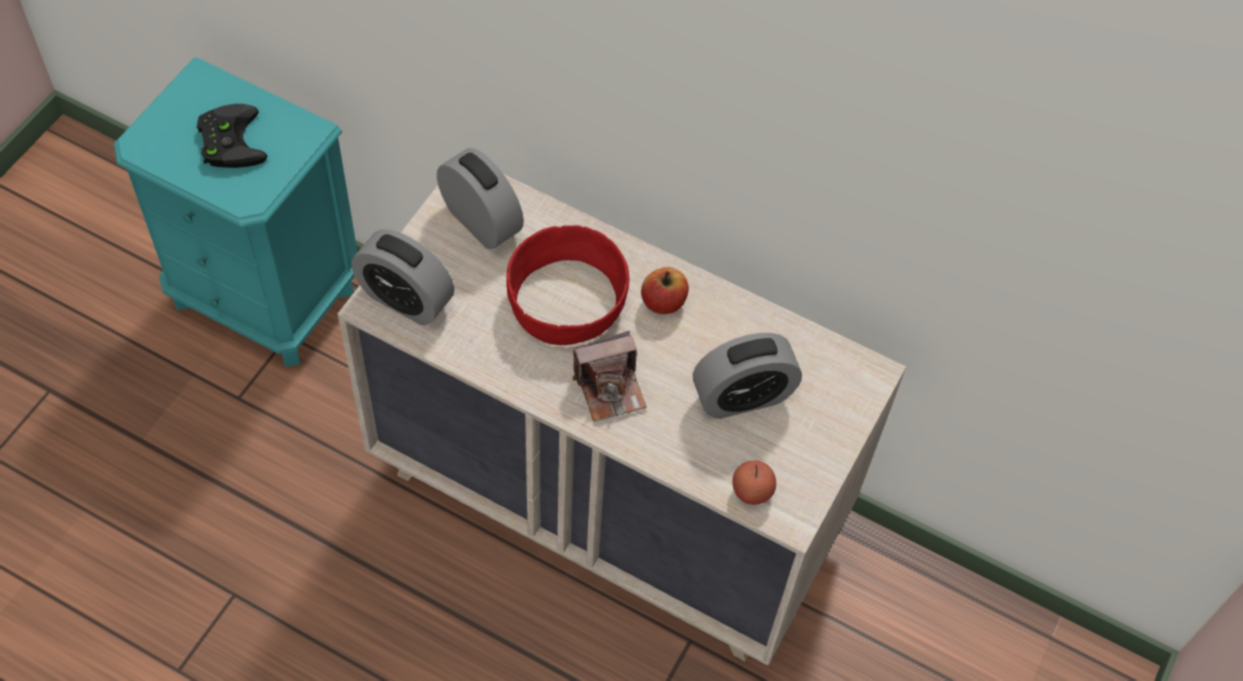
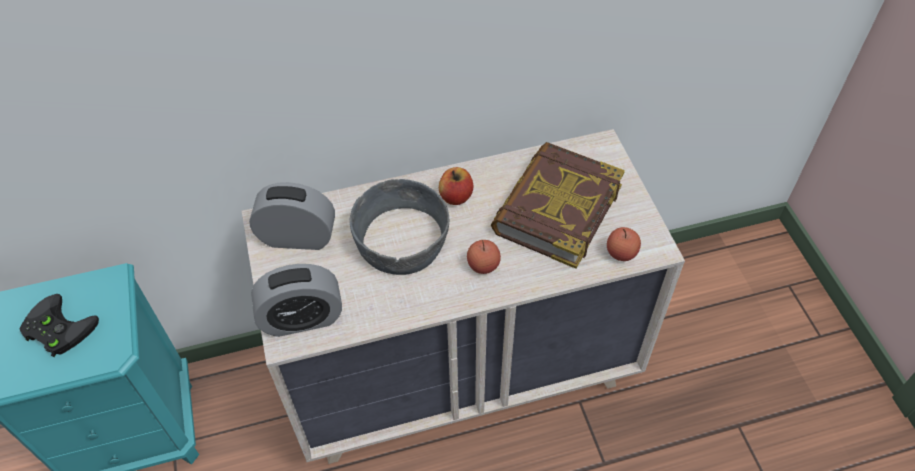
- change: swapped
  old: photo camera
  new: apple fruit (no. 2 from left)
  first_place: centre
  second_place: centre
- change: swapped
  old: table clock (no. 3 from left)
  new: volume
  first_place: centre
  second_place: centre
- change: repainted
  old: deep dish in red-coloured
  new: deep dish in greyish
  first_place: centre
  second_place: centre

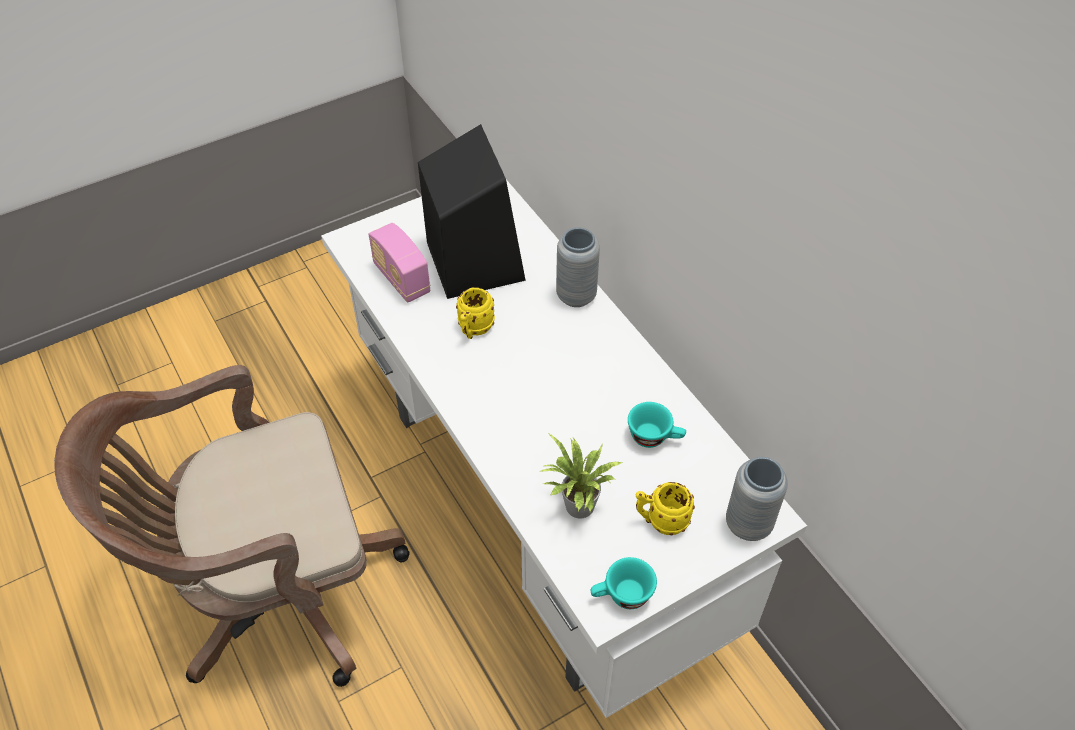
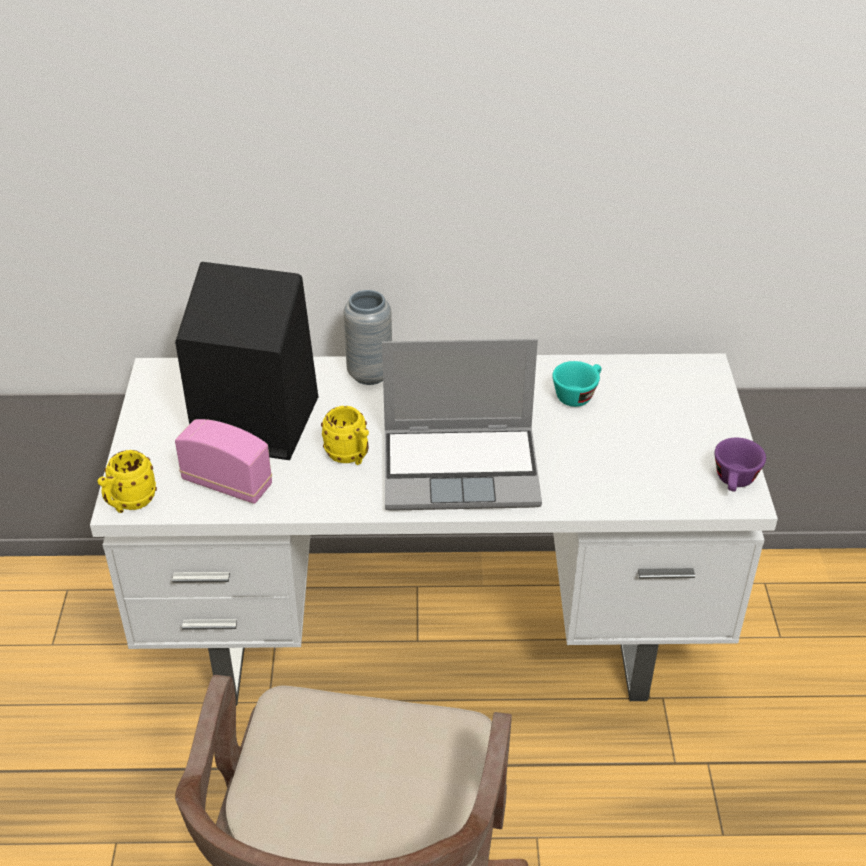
- change: gone
  old: plant in a pot
  first_place: centre
- change: gone
  old: flower vase in greyish (no. 2 from left)
  first_place: bottom right
- change: new
  new: laptop
  second_place: centre
- change: shifted
  old: coffee mug in yellowish (no. 2 from left in the first image)
  new: coffee mug in yellowish (no. 1 from left)
  first_place: bottom centre
  second_place: middle left
- change: repainted
  old: cup in blue-green (no. 1 from left)
  new: cup in purplish
  first_place: bottom centre
  second_place: middle right
- change: rotated
  old: radio receiver
  first_place: centre
  second_place: middle left
  degrees: -150

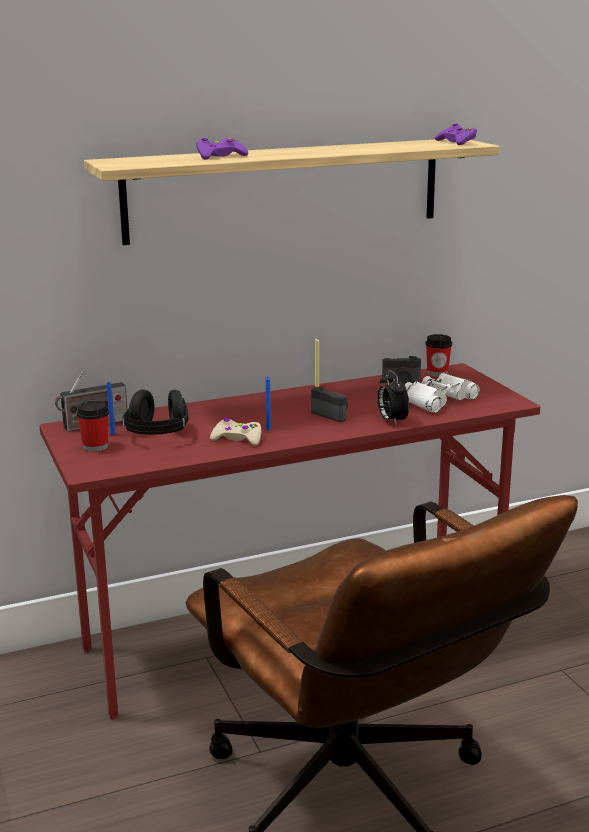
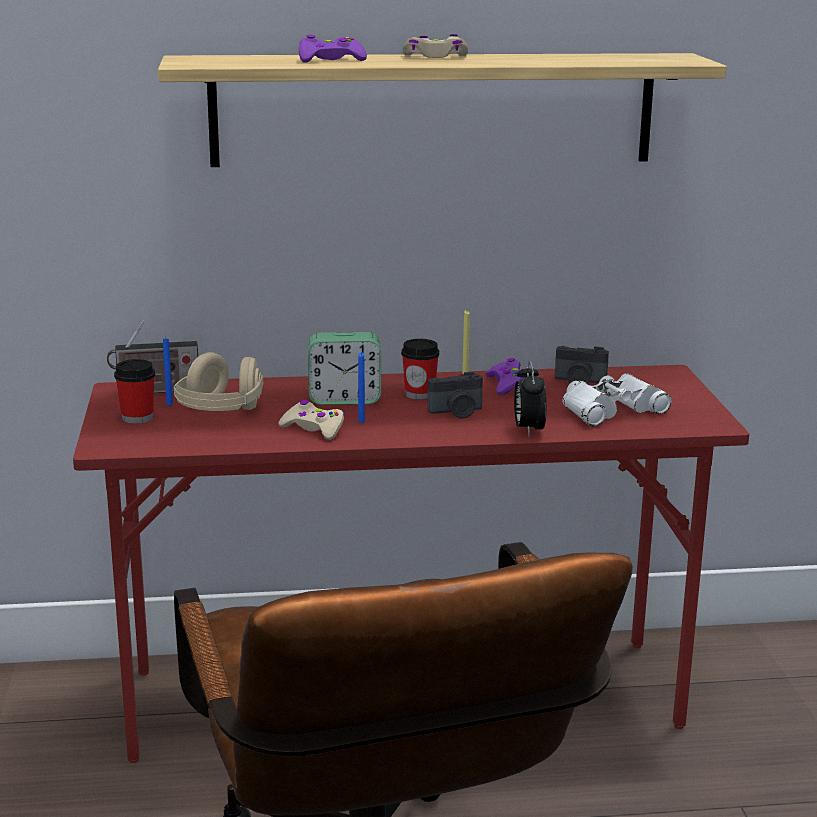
- change: new
  new: table clock (no. 1 from left)
  second_place: centre
- change: new
  new: gamepad in sand-coloured (no. 2 from left)
  second_place: top centre
- change: shifted
  old: cup (no. 2 from left)
  first_place: middle right
  second_place: centre
- change: shifted
  old: gamepad in purplish (no. 2 from left)
  first_place: top right
  second_place: centre
- change: repainted
  old: pair of headphones in black
  new: pair of headphones in sand-coloured
  first_place: middle left
  second_place: middle left
- change: rotated
  old: photo camera (no. 1 from left)
  first_place: centre
  second_place: centre
  degrees: 105

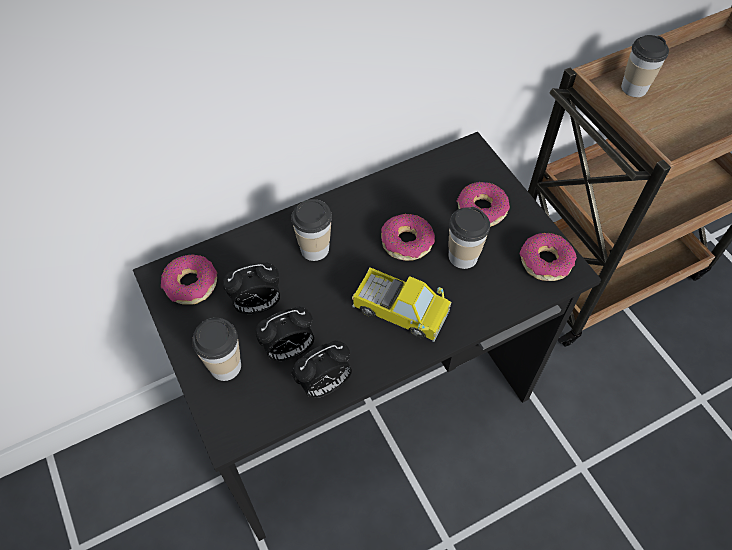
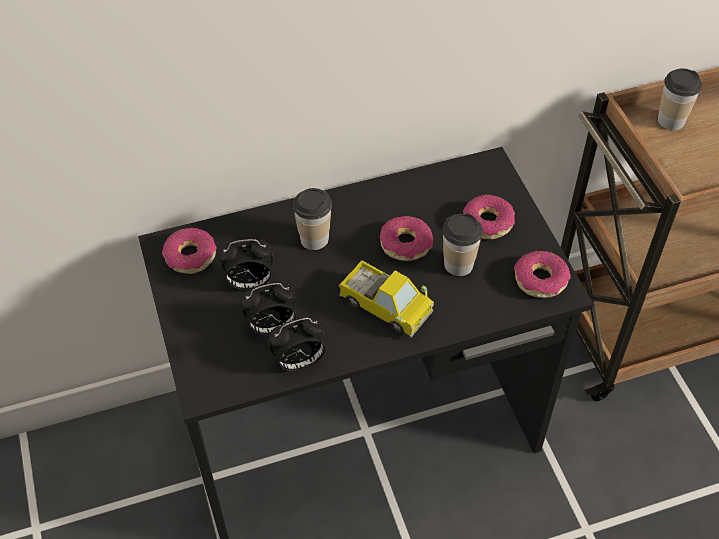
- change: gone
  old: cup (no. 1 from left)
  first_place: middle left

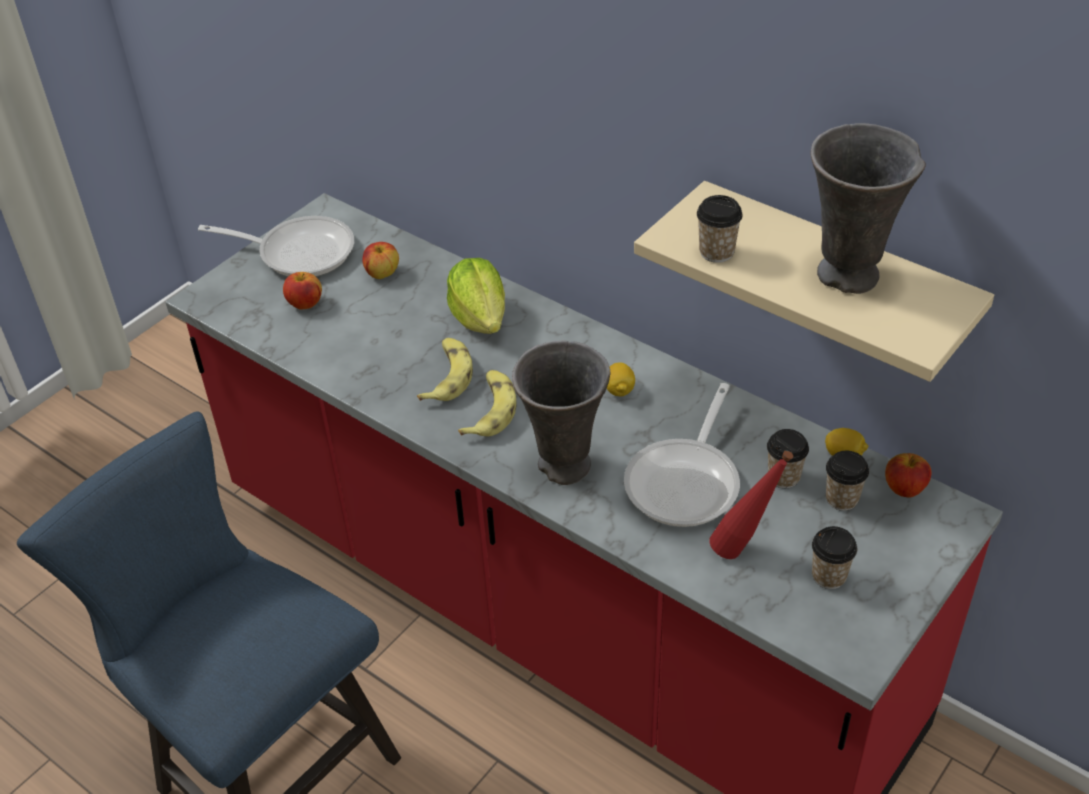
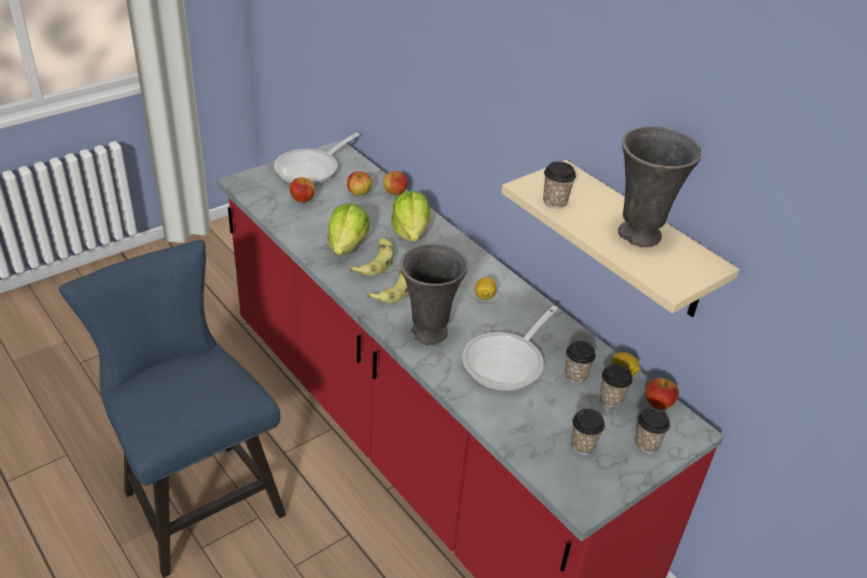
- change: gone
  old: bottle in red-coloured
  first_place: middle right
- change: new
  new: head of lettuce (no. 1 from left)
  second_place: centre
- change: new
  new: apple fruit (no. 3 from left)
  second_place: top centre
- change: new
  new: cup (no. 5 from left)
  second_place: bottom right
- change: rotated
  old: pan (no. 1 from left)
  first_place: top left
  second_place: top centre
  degrees: 105

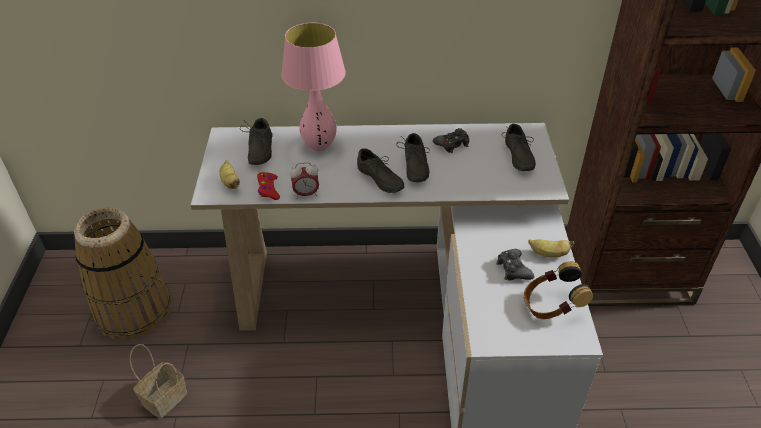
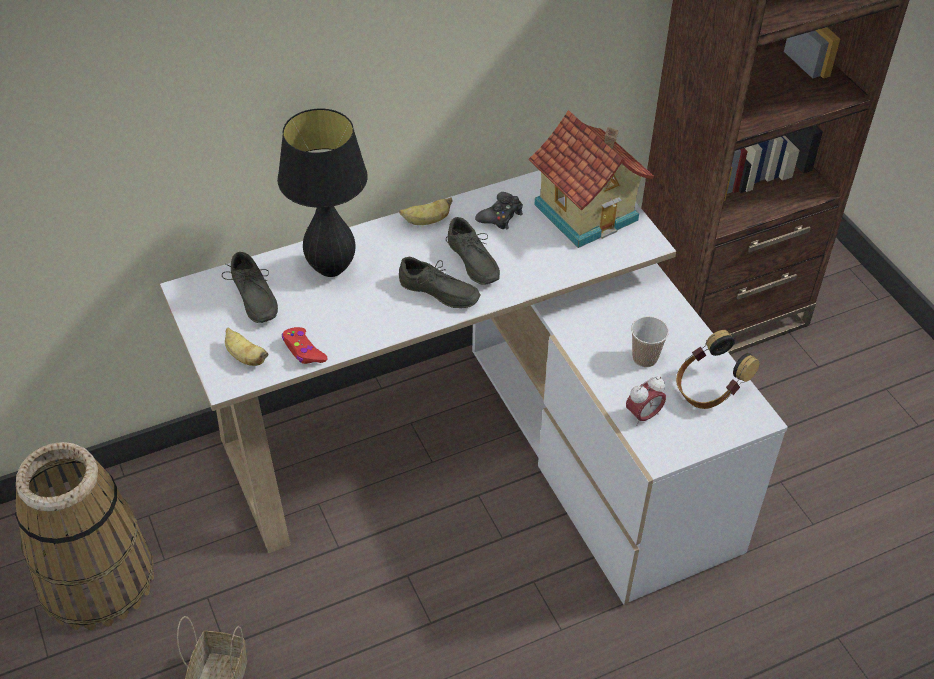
- change: shifted
  old: table clock
  first_place: centre
  second_place: middle right
- change: shifted
  old: banana fruit (no. 2 from left)
  first_place: middle right
  second_place: top centre
- change: swapped
  old: gamepad in black (no. 2 from left)
  new: cup
  first_place: middle right
  second_place: middle right
- change: swapped
  old: item of footwear in greyish (no. 4 from left)
  new: model house
  first_place: middle right
  second_place: top centre
- change: repainted
  old: table lamp in pinkish
  new: table lamp in black
  first_place: top centre
  second_place: top centre

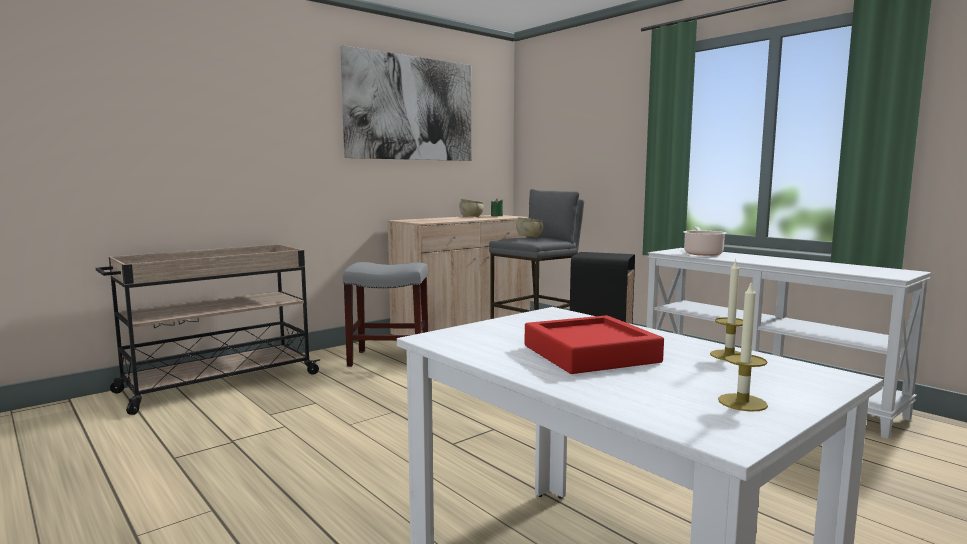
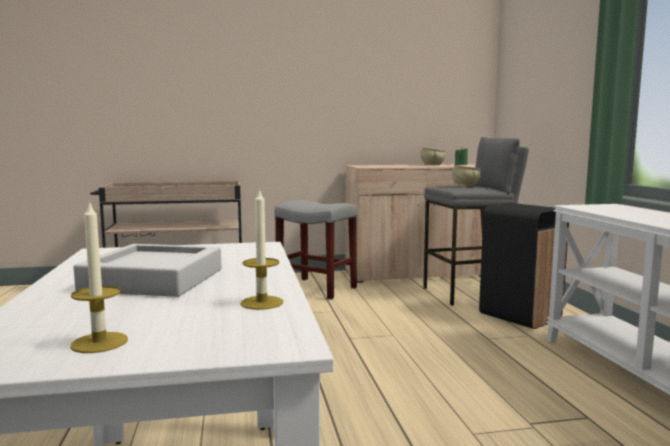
- change: gone
  old: wall art
  first_place: top centre
- change: gone
  old: saucepot
  first_place: middle right
- change: repainted
  old: tray in red-coloured
  new: tray in greyish
  first_place: centre
  second_place: middle left

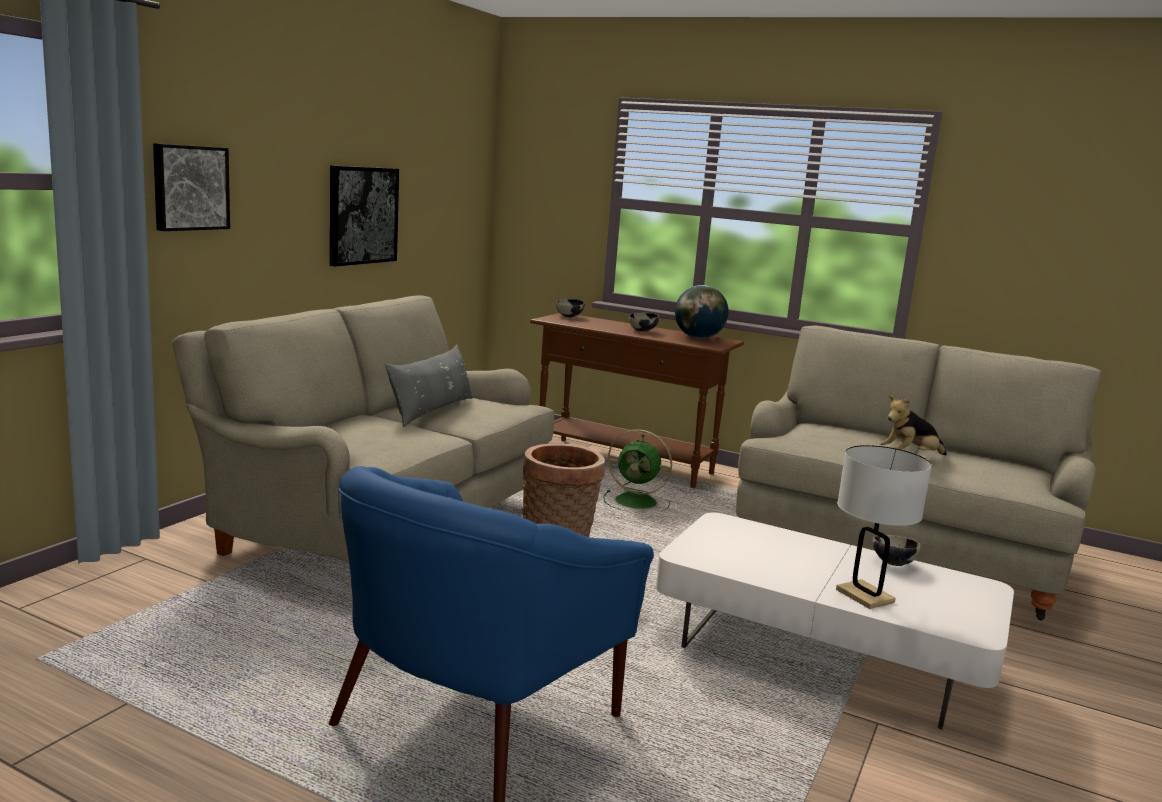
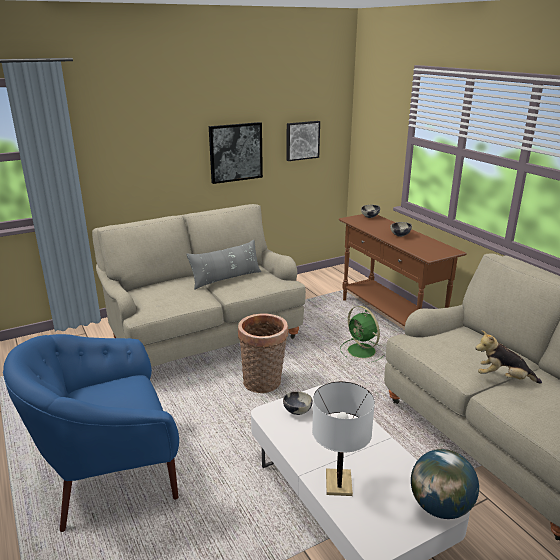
- change: shifted
  old: wall art (no. 1 from left in the first image)
  new: wall art (no. 2 from left)
  first_place: top left
  second_place: top centre
- change: shifted
  old: desk globe
  first_place: centre
  second_place: bottom right
- change: shifted
  old: deep dish (no. 3 from left in the first image)
  new: deep dish (no. 1 from left)
  first_place: bottom right
  second_place: bottom centre

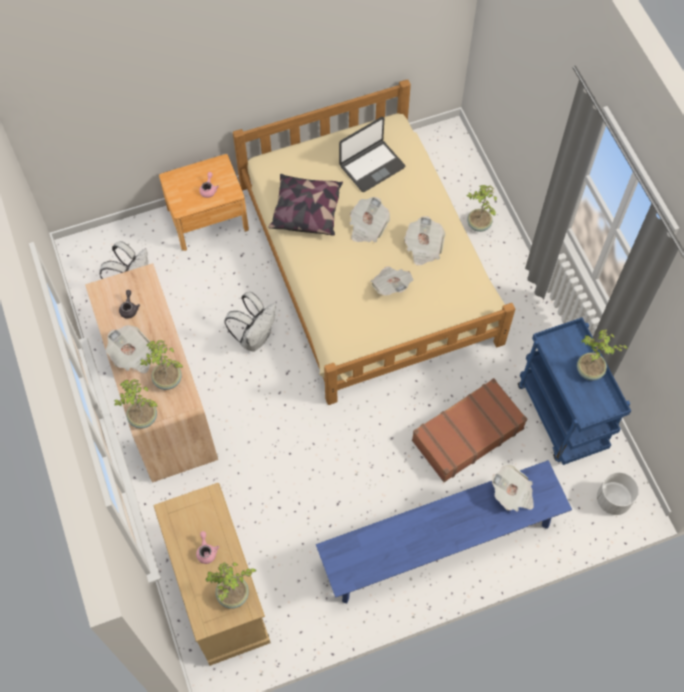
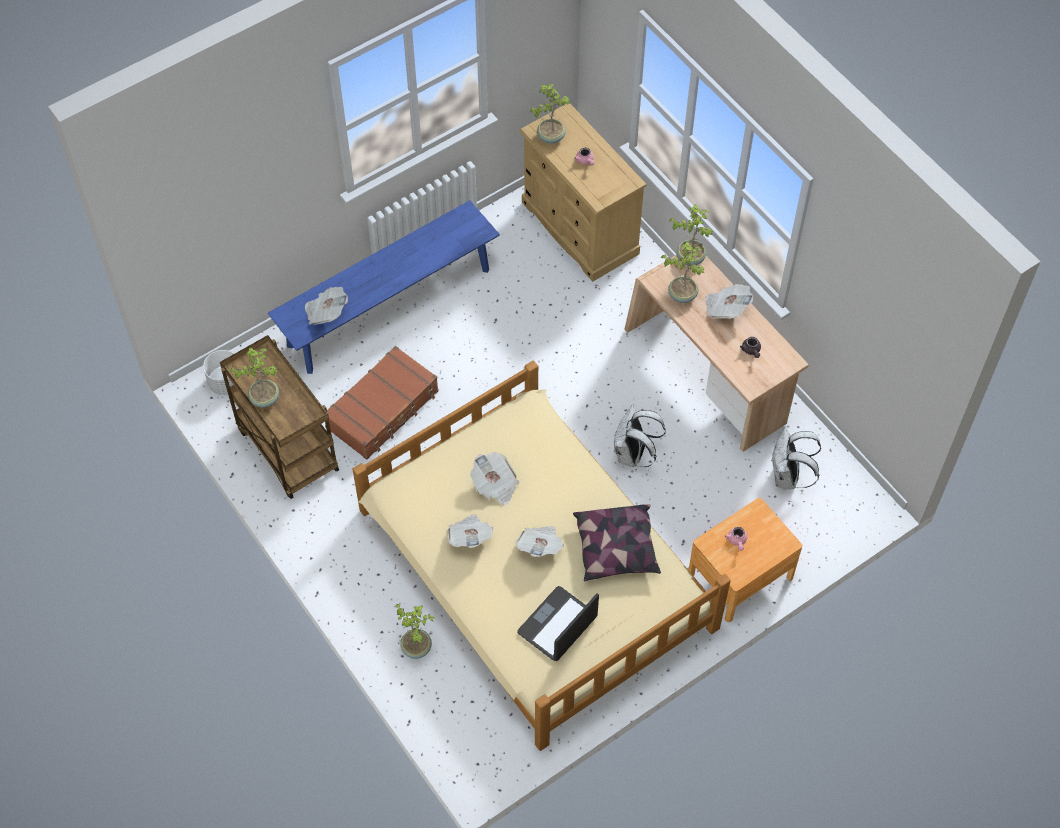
- change: repainted
  old: wheeled cart in blue
  new: wheeled cart in brown
  first_place: middle right
  second_place: middle left

